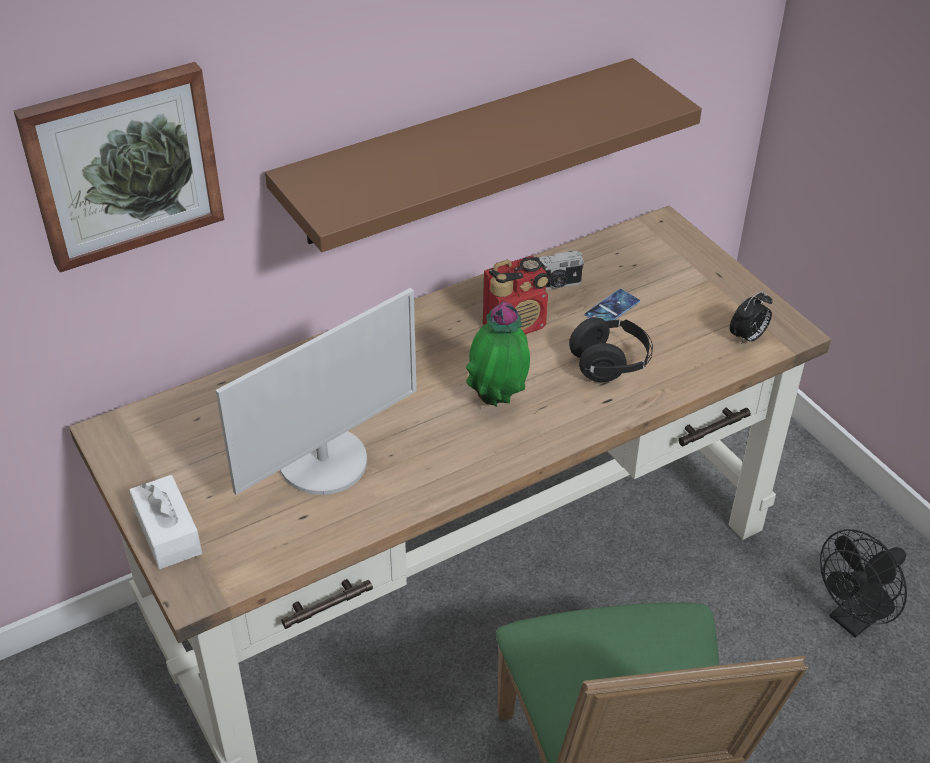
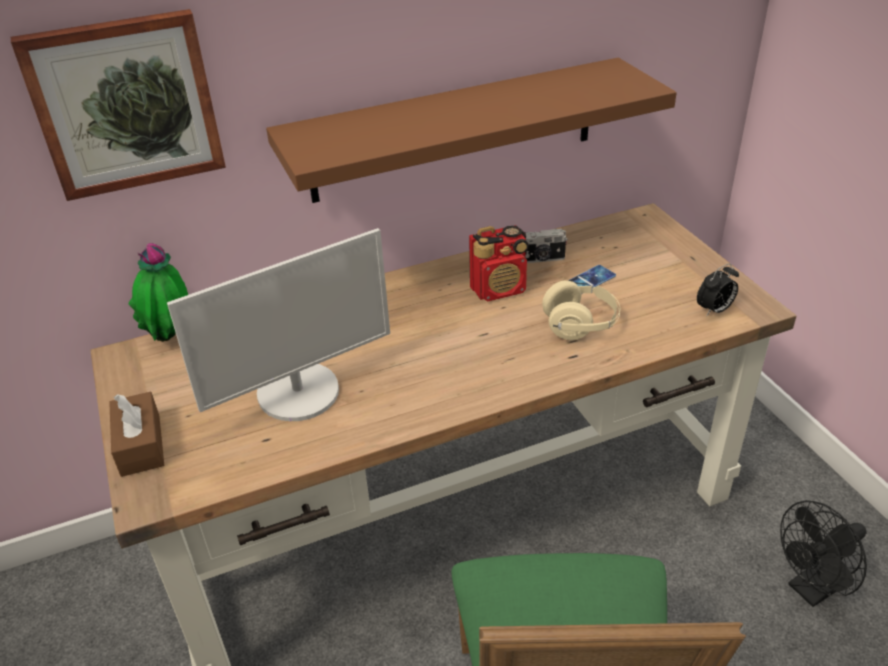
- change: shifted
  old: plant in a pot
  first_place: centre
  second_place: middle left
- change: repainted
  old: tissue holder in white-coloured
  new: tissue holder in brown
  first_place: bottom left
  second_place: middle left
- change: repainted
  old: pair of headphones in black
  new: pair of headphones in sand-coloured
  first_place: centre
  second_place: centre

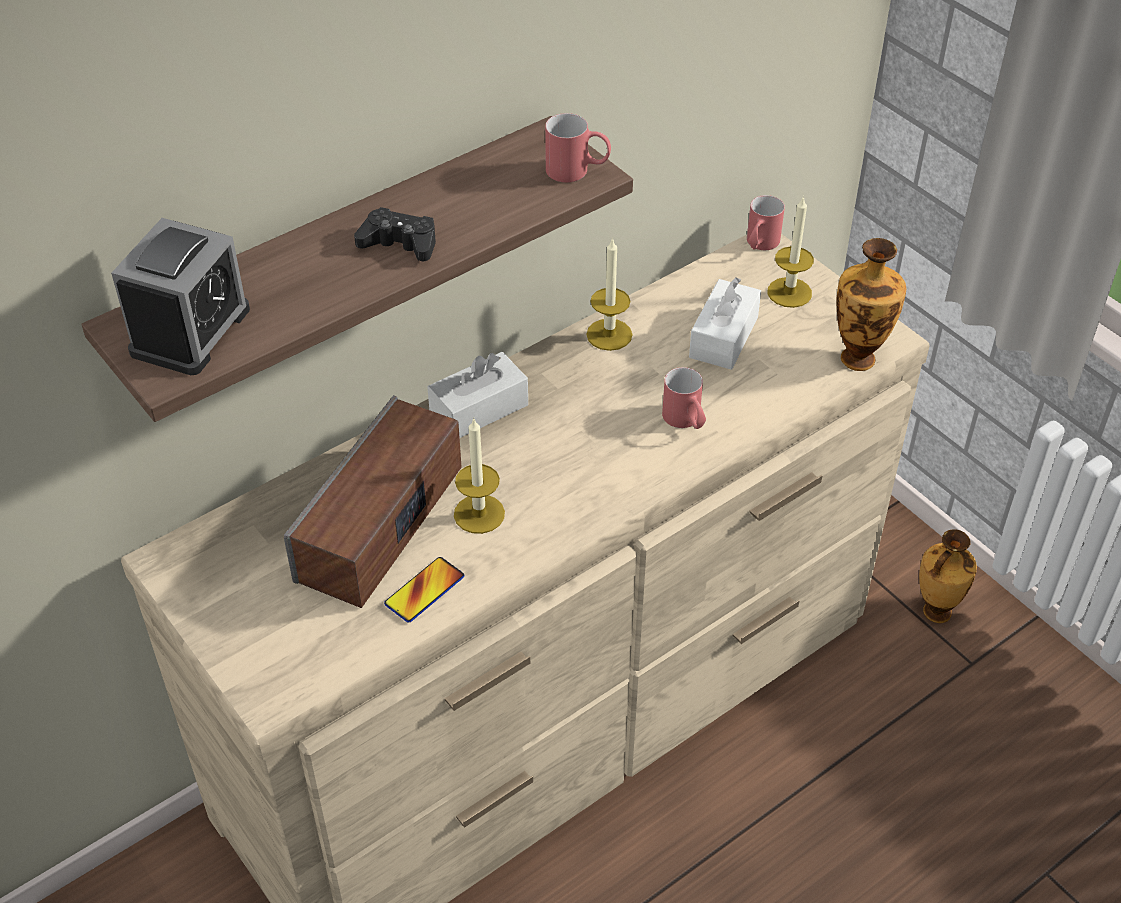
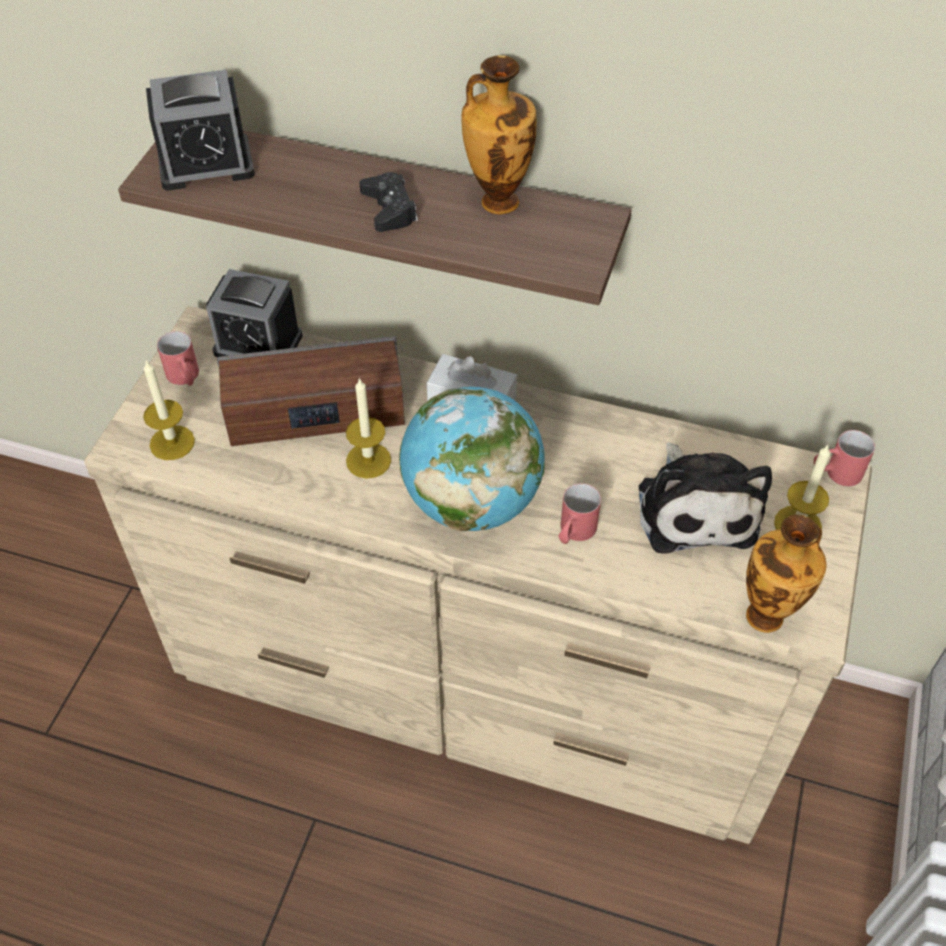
- change: gone
  old: phone
  first_place: centre
- change: new
  new: table clock (no. 2 from left)
  second_place: top left
- change: new
  new: desk globe
  second_place: centre
- change: shifted
  old: coffee mug in red-coloured (no. 1 from left)
  first_place: top centre
  second_place: middle left
- change: shifted
  old: wax light (no. 2 from left in the first image)
  new: wax light (no. 1 from left)
  first_place: top centre
  second_place: middle left
- change: shifted
  old: flower vase (no. 2 from left in the first image)
  new: flower vase (no. 1 from left)
  first_place: middle right
  second_place: top centre
- change: swapped
  old: tissue holder in white-coloured (no. 2 from left)
  new: cuddly toy
  first_place: centre
  second_place: middle right

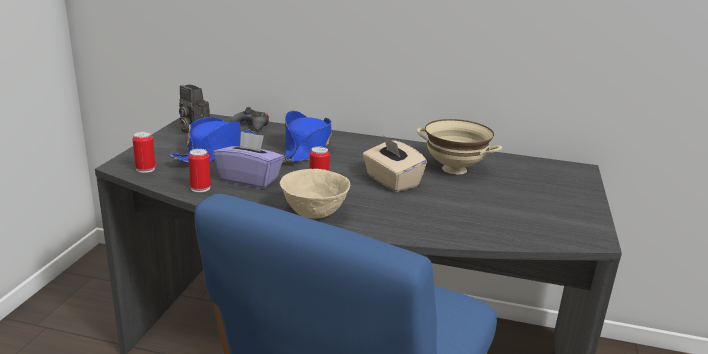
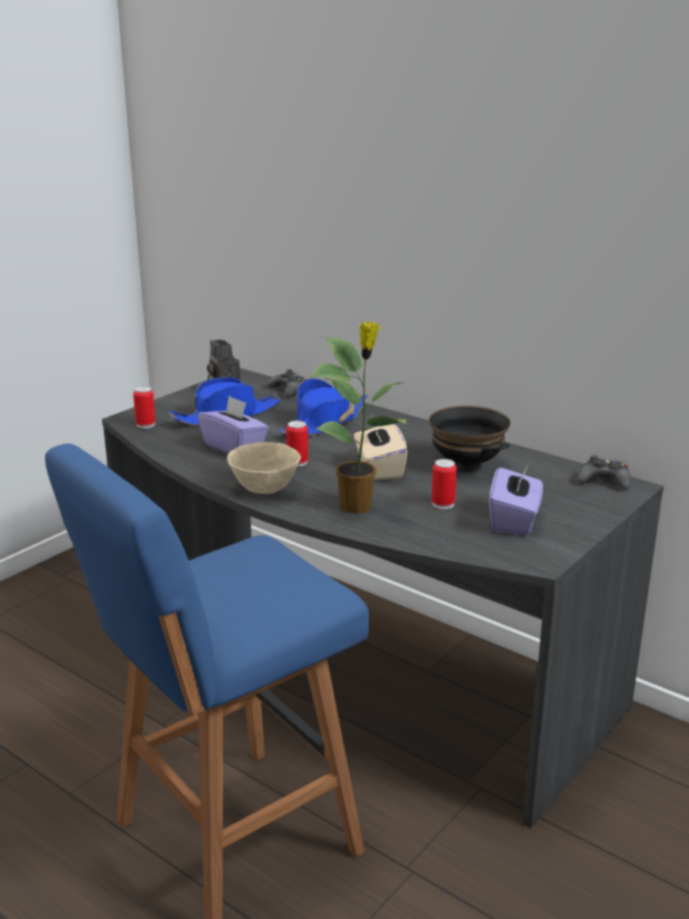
- change: new
  new: plant in a pot
  second_place: centre
- change: new
  new: tissue holder in purplish (no. 2 from left)
  second_place: middle right
- change: new
  new: gamepad in black (no. 2 from left)
  second_place: middle right
- change: shifted
  old: can (no. 2 from left in the first image)
  new: can (no. 3 from left)
  first_place: middle left
  second_place: centre
- change: repainted
  old: deep dish in sand-coloured (no. 2 from left)
  new: deep dish in black
  first_place: centre
  second_place: middle right

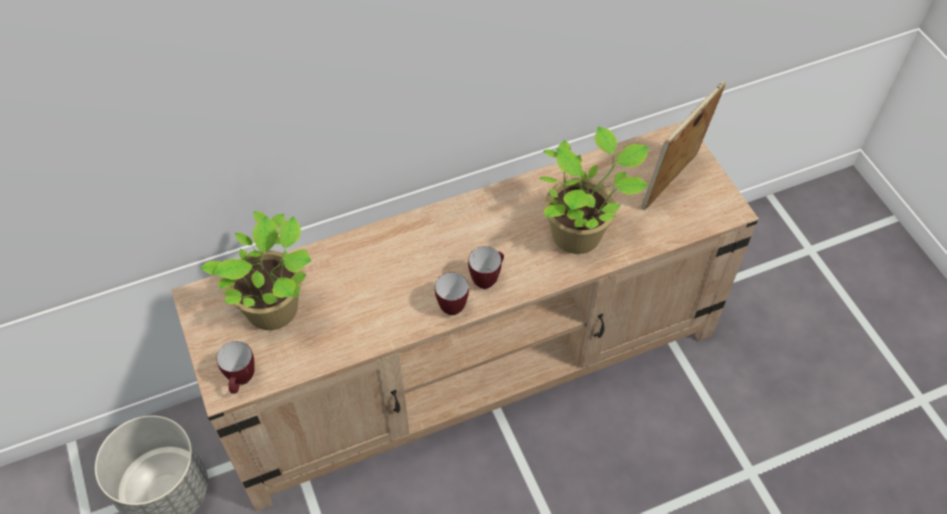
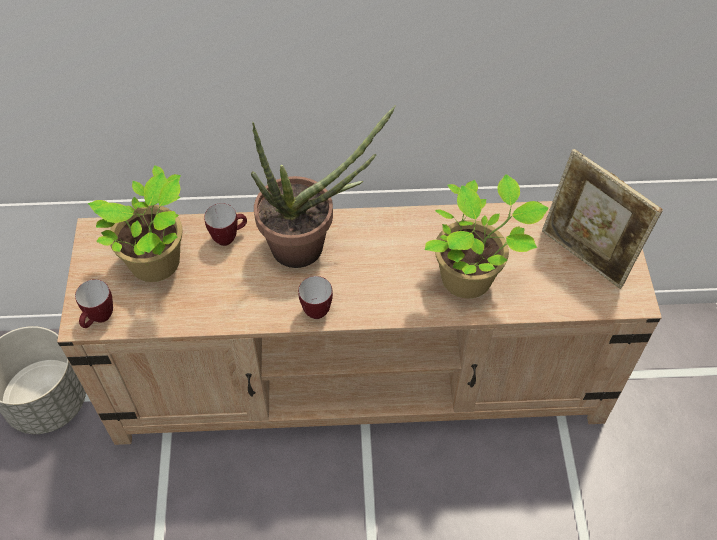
- change: new
  new: plant in a pot (no. 2 from left)
  second_place: centre
- change: shifted
  old: coffee mug (no. 3 from left in the first image)
  new: coffee mug (no. 2 from left)
  first_place: centre
  second_place: middle left
- change: rotated
  old: photo frame
  first_place: top right
  second_place: middle right
  degrees: -105

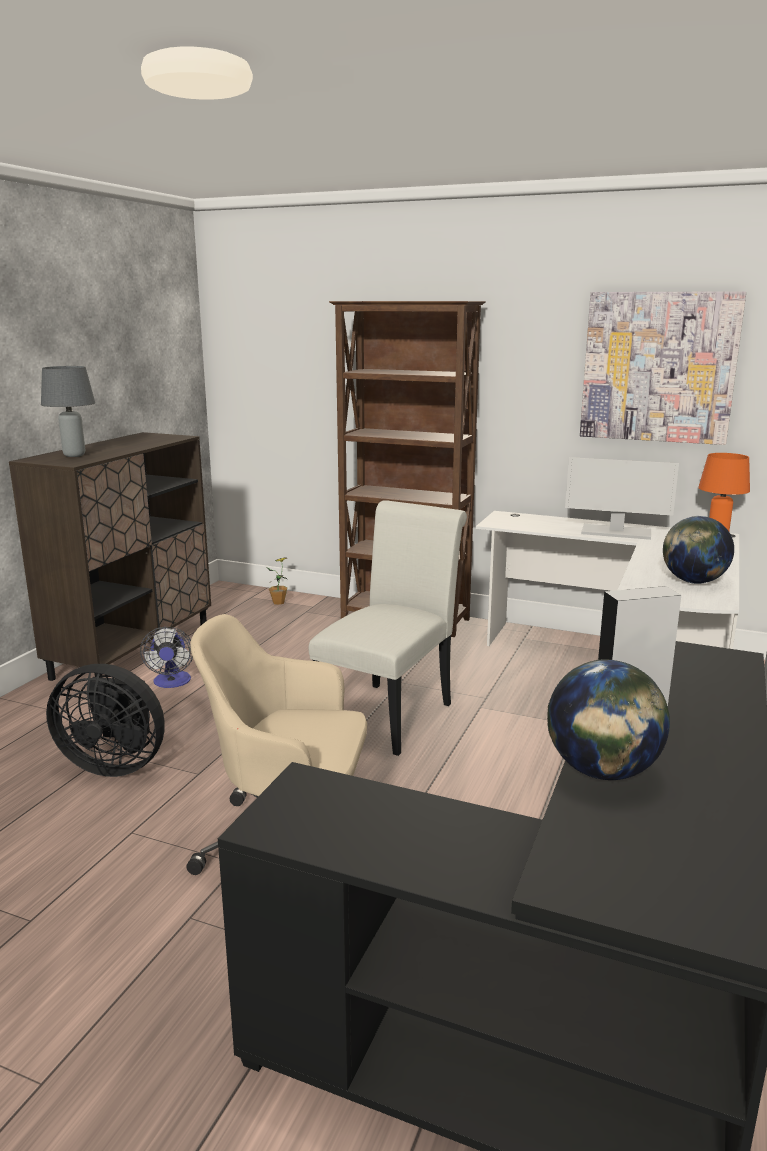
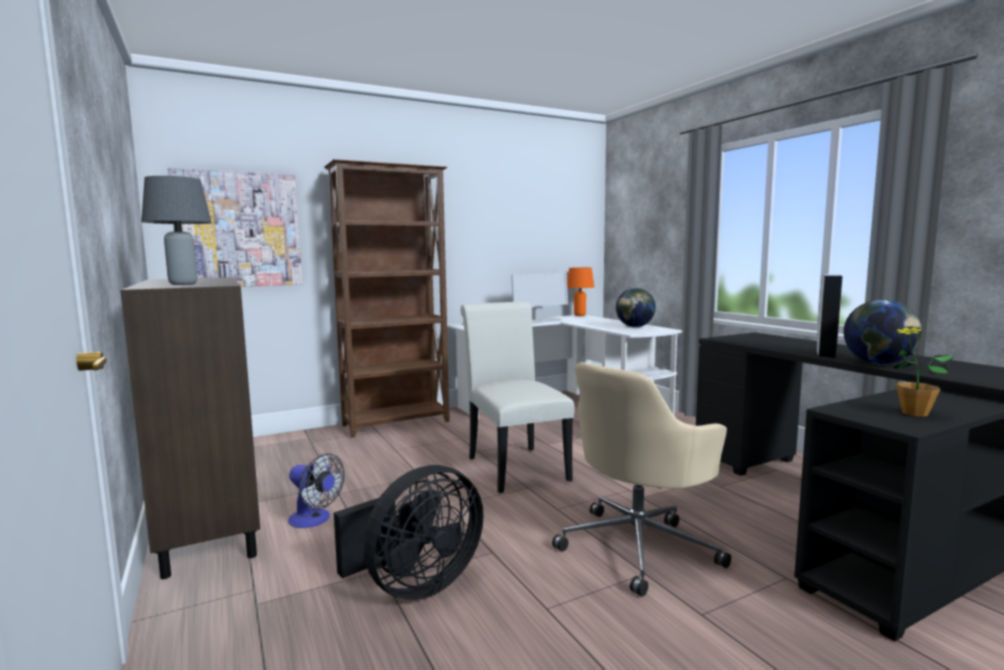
- change: shifted
  old: plant in a pot
  first_place: centre
  second_place: middle right
- change: shifted
  old: wall art
  first_place: top right
  second_place: middle left

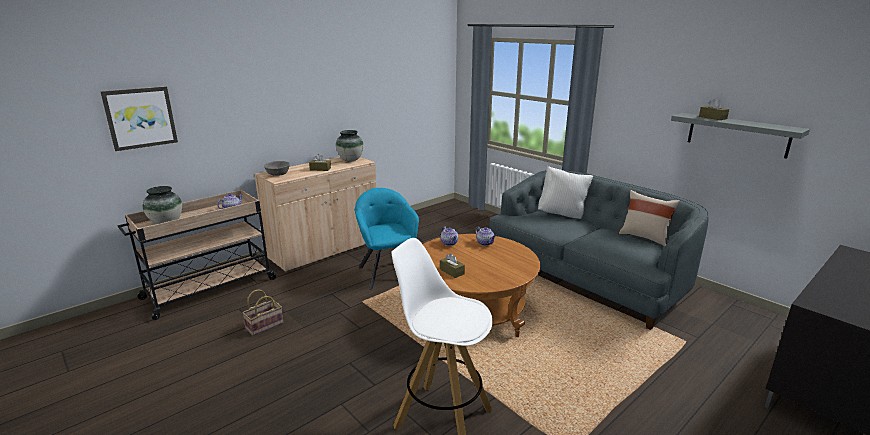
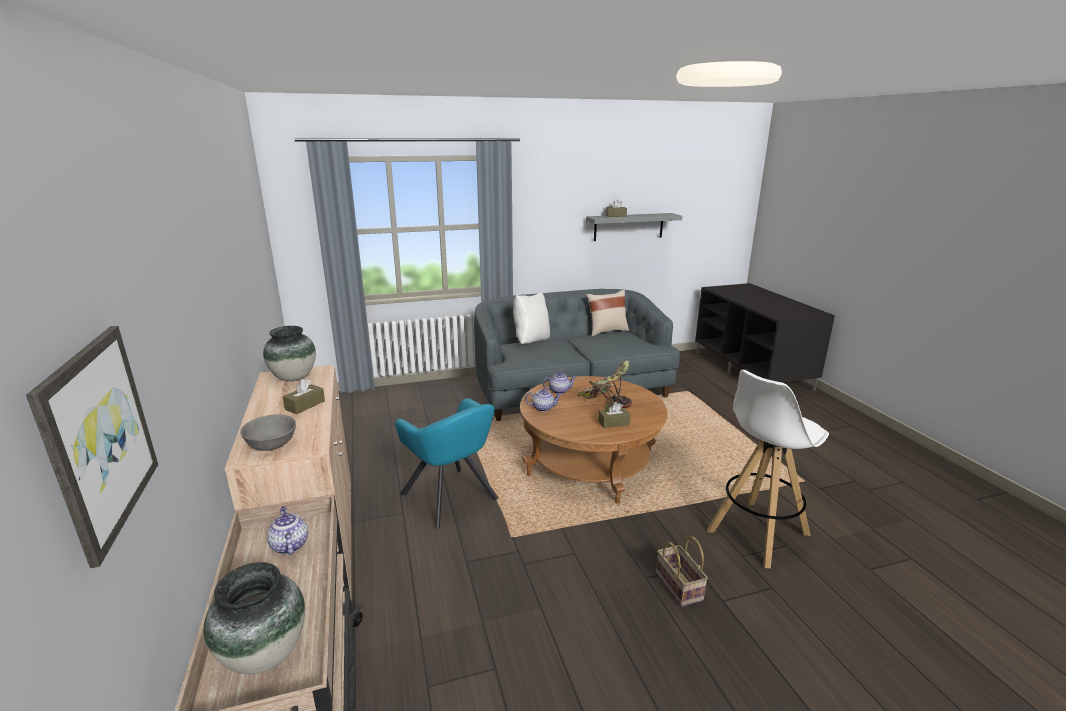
- change: new
  new: plant in a pot
  second_place: centre
- change: shifted
  old: household basket
  first_place: bottom left
  second_place: bottom centre
- change: rotated
  old: easy chair in blue-green
  first_place: centre
  second_place: centre
  degrees: -135

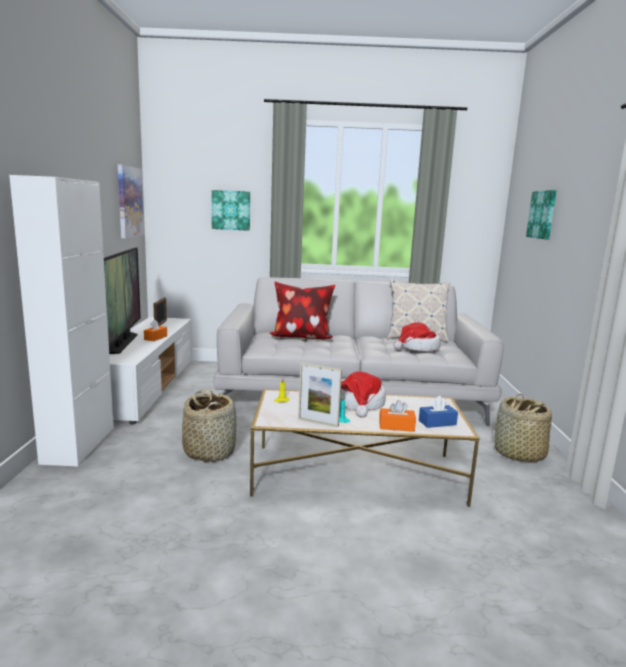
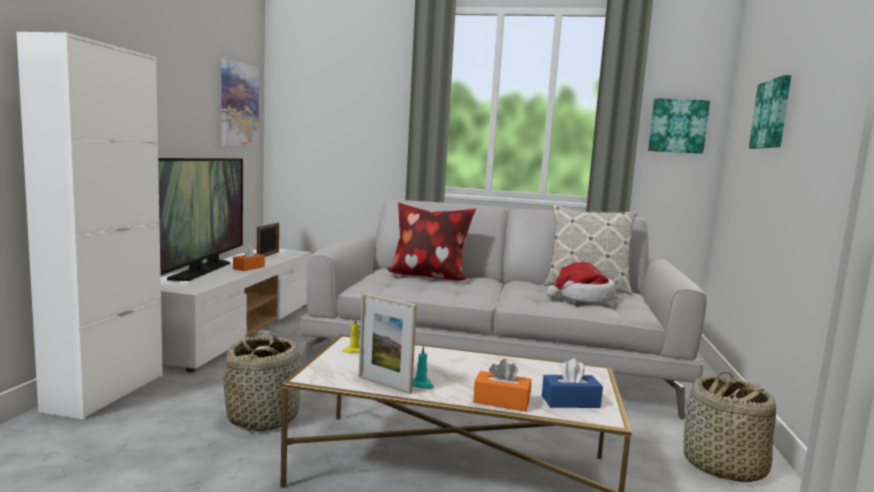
- change: gone
  old: hat (no. 1 from left)
  first_place: centre
- change: shifted
  old: wall art (no. 2 from left)
  first_place: top centre
  second_place: top right

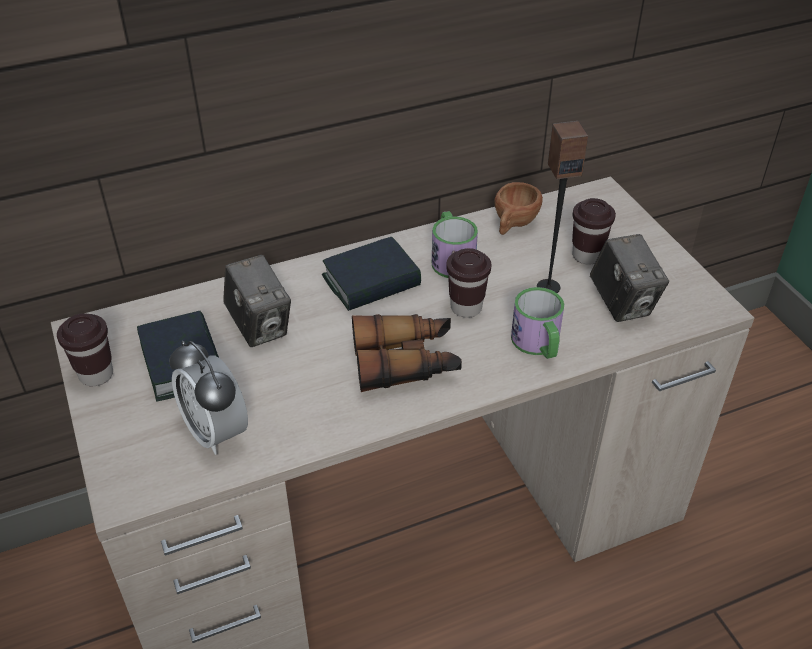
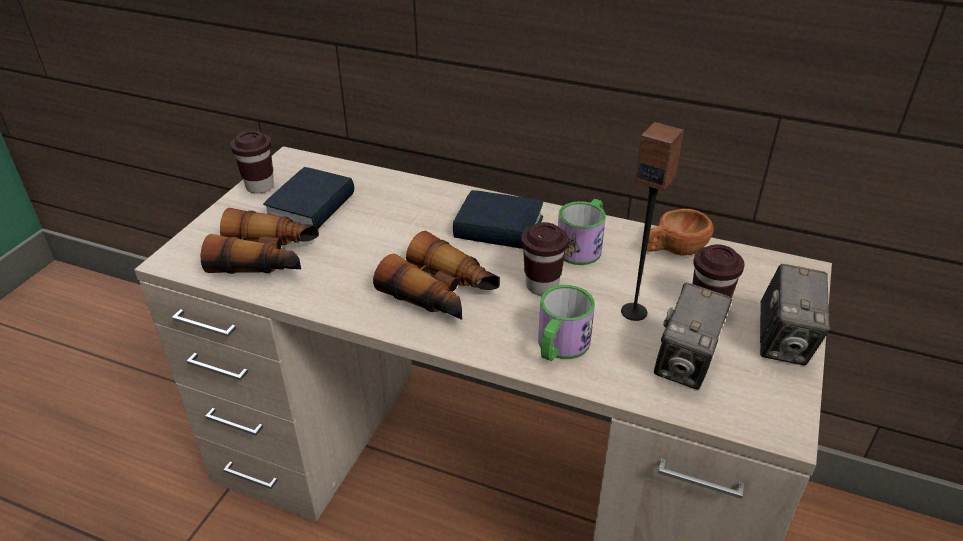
- change: shifted
  old: photo camera (no. 1 from left in the first image)
  new: photo camera (no. 2 from left)
  first_place: middle left
  second_place: middle right
- change: swapped
  old: table clock
  new: field glasses (no. 1 from left)
  first_place: middle left
  second_place: middle left

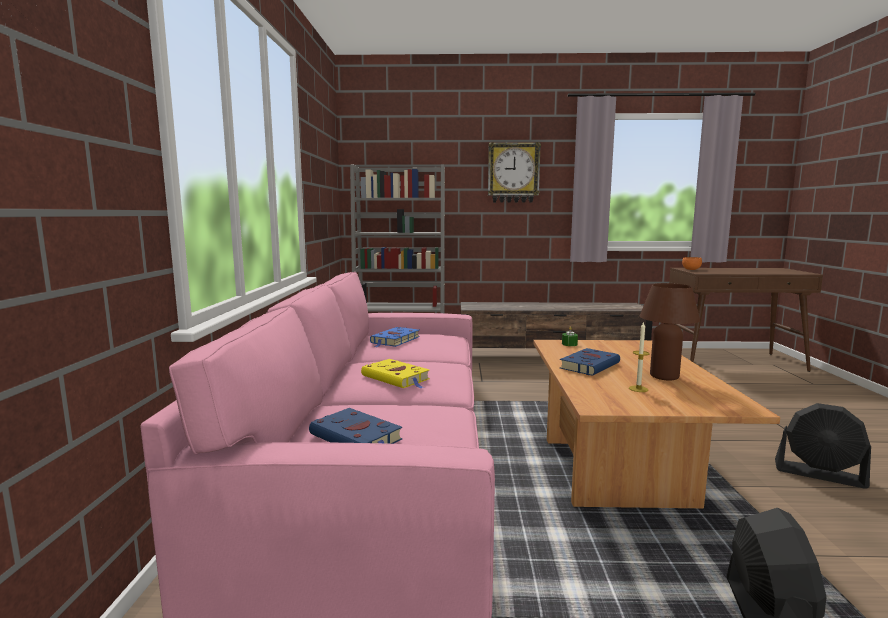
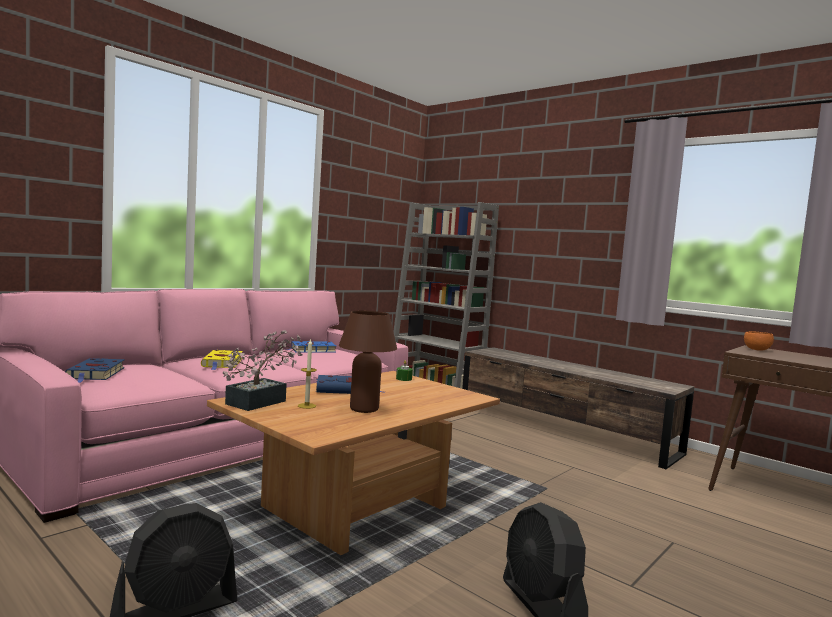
- change: gone
  old: hanging clock
  first_place: top centre
- change: new
  new: plant in a pot
  second_place: middle left

